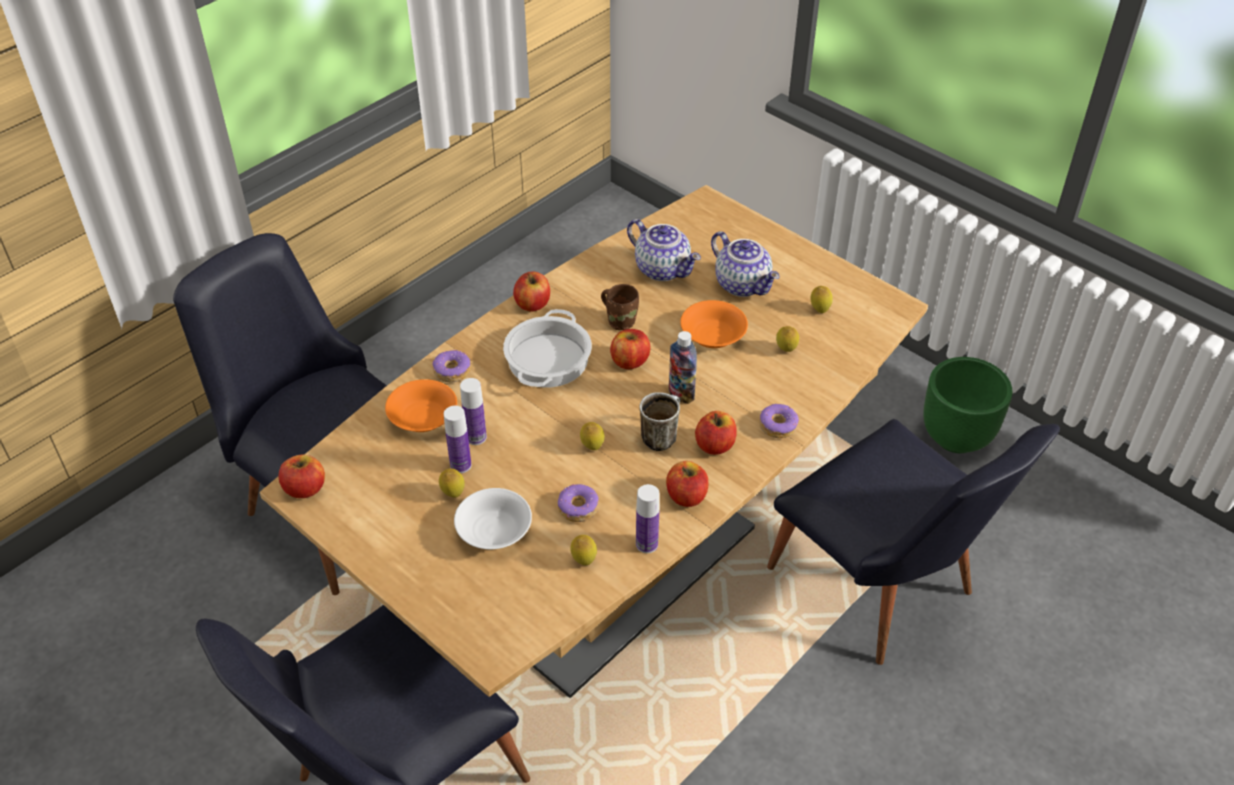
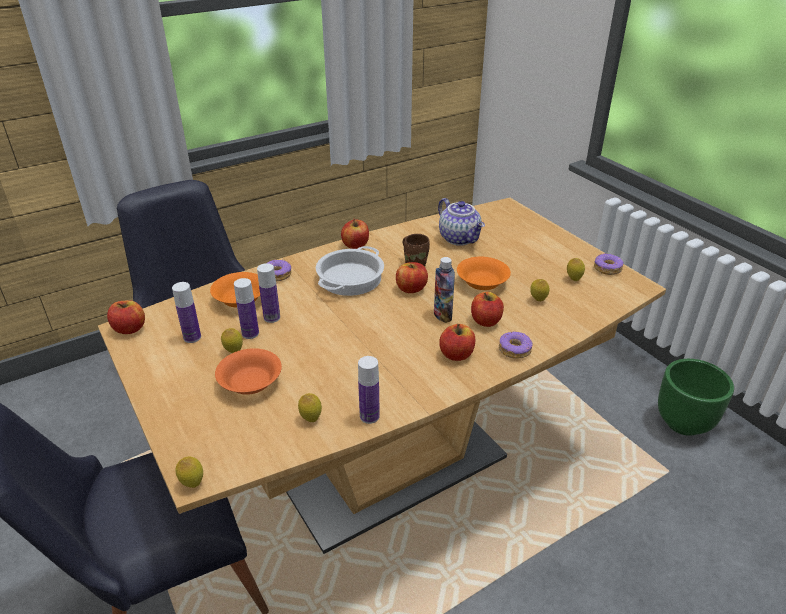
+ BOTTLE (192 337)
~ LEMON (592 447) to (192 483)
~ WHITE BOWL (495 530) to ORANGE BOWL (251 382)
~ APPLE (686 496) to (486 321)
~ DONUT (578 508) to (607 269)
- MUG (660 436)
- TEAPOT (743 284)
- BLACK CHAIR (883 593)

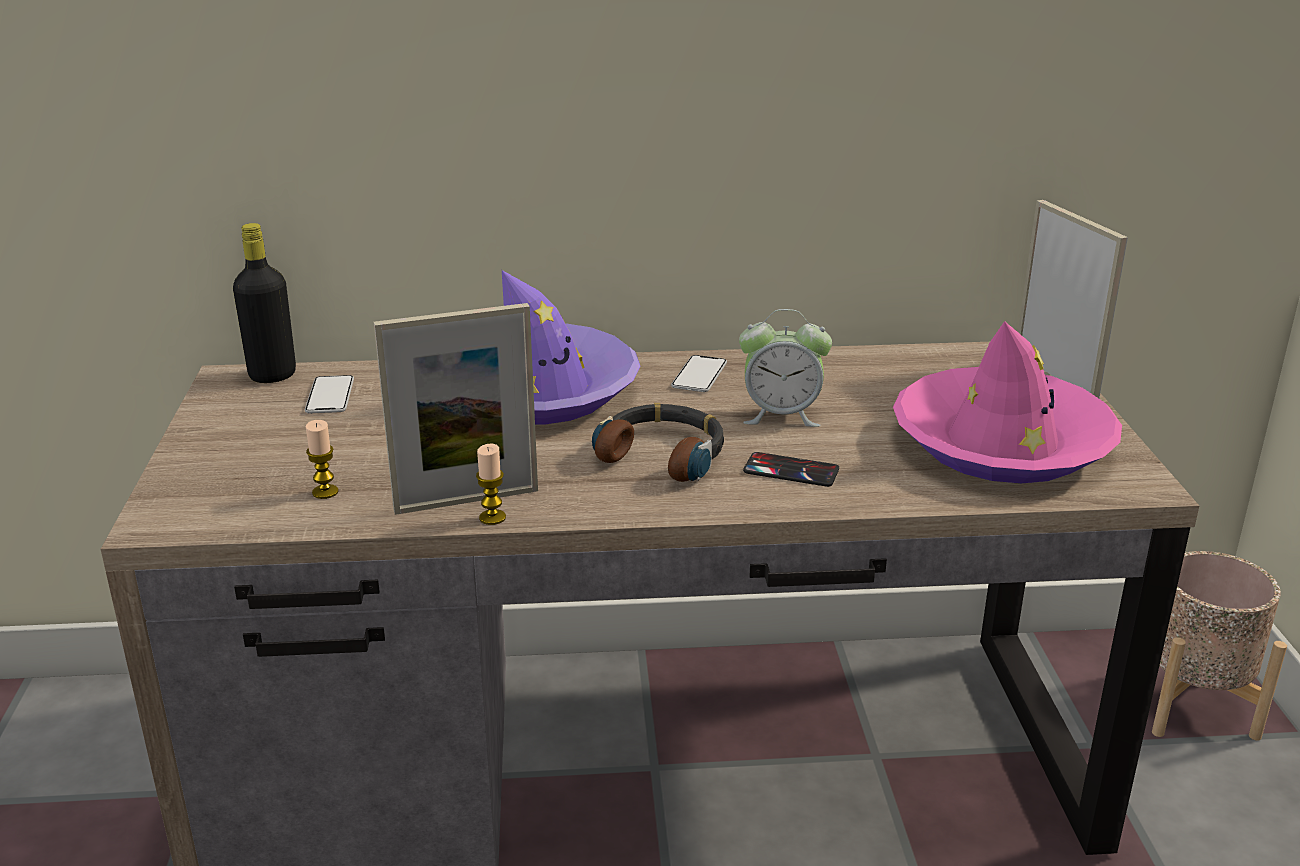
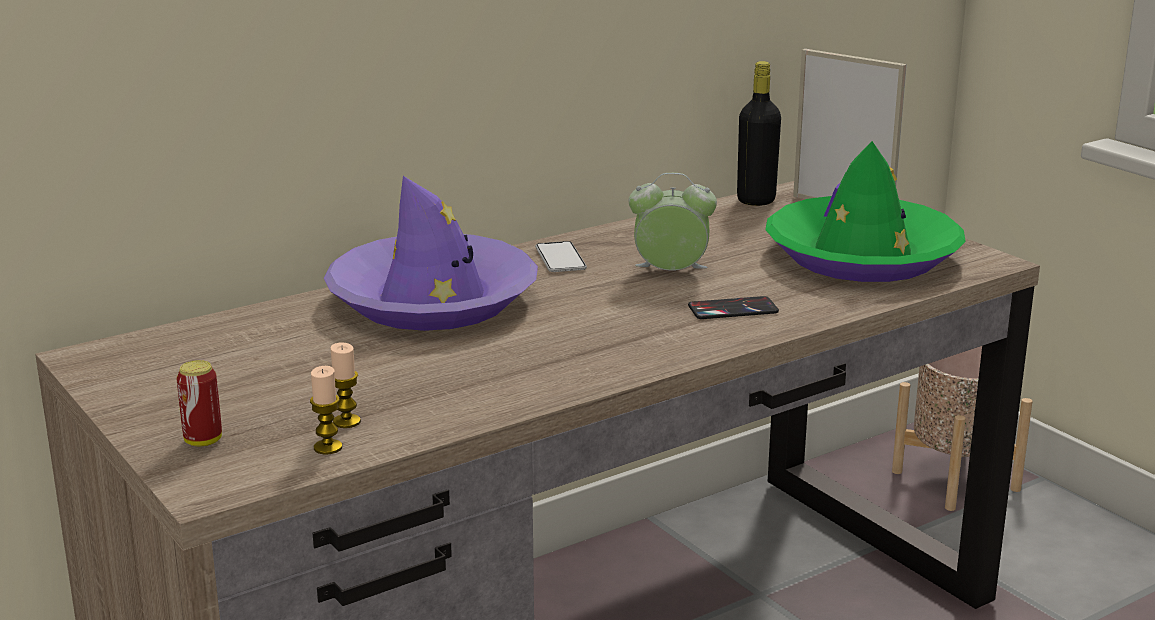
+ CAN (203 441)
~ CANDLE (492 518) to (328 447)
~ ALARM CLOCK (781 415) = (670 273) 150 degrees counterclockwise
~ BLACK BOTTLE (272 375) to (756 200)
~ PINK HAT (1001 444) to GREEN HAT (862 256)
- PHONE (330 396)
- PICTURE FRAME (466 500)
- HEADPHONES (663 454)

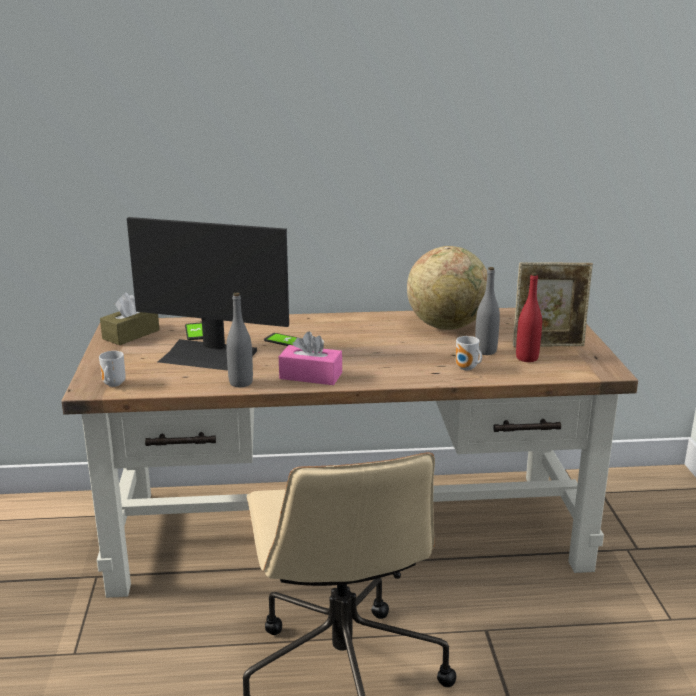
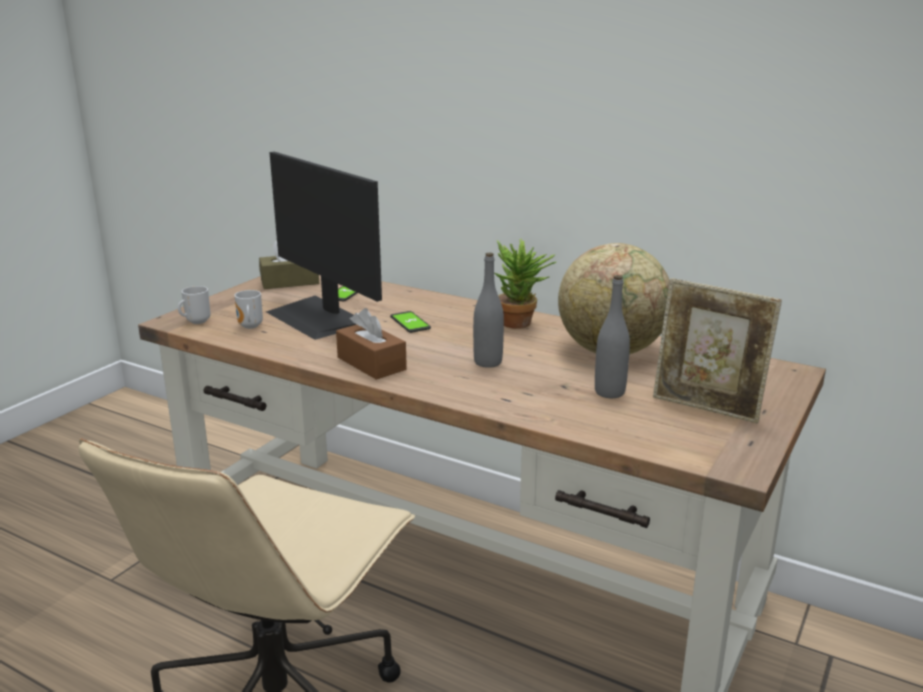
~ MUG (467 369) to (249 327)
~ PINK TISSUE BOX (310 376) to BROWN TISSUE BOX (371 363)
~ GREY BOTTLE (241 383) to (488 362)
+ POTTED PLANT (521 325)
- RED BOTTLE (527 358)

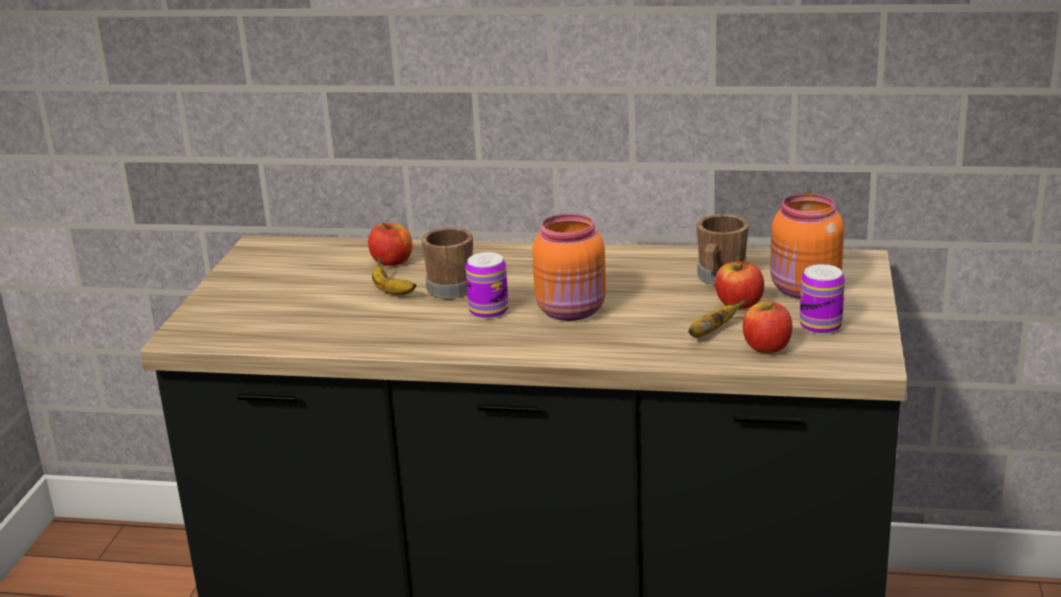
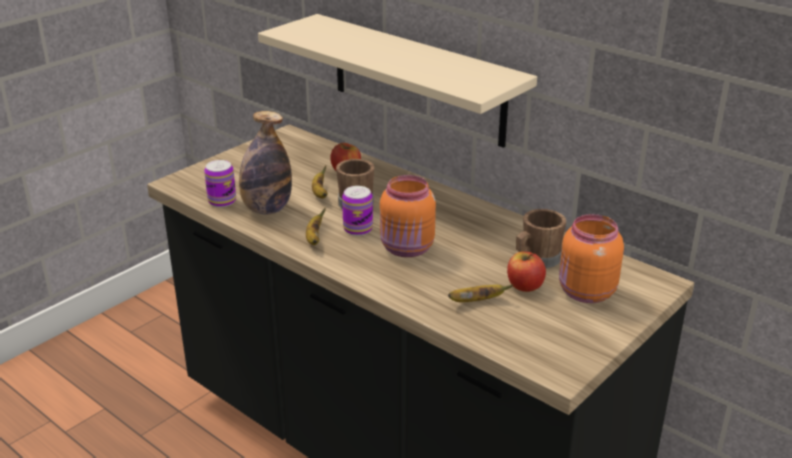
~ CAN (820 326) to (222 201)
+ BOTTLE (267 209)
+ BEIGE SHELF (417 80)
+ BANANA (314 238)
- APPLE (766 347)

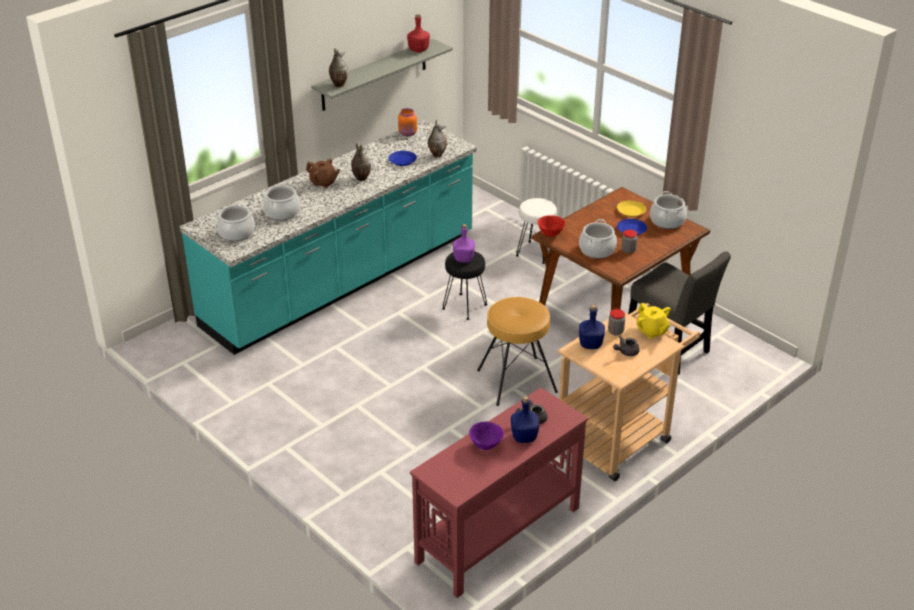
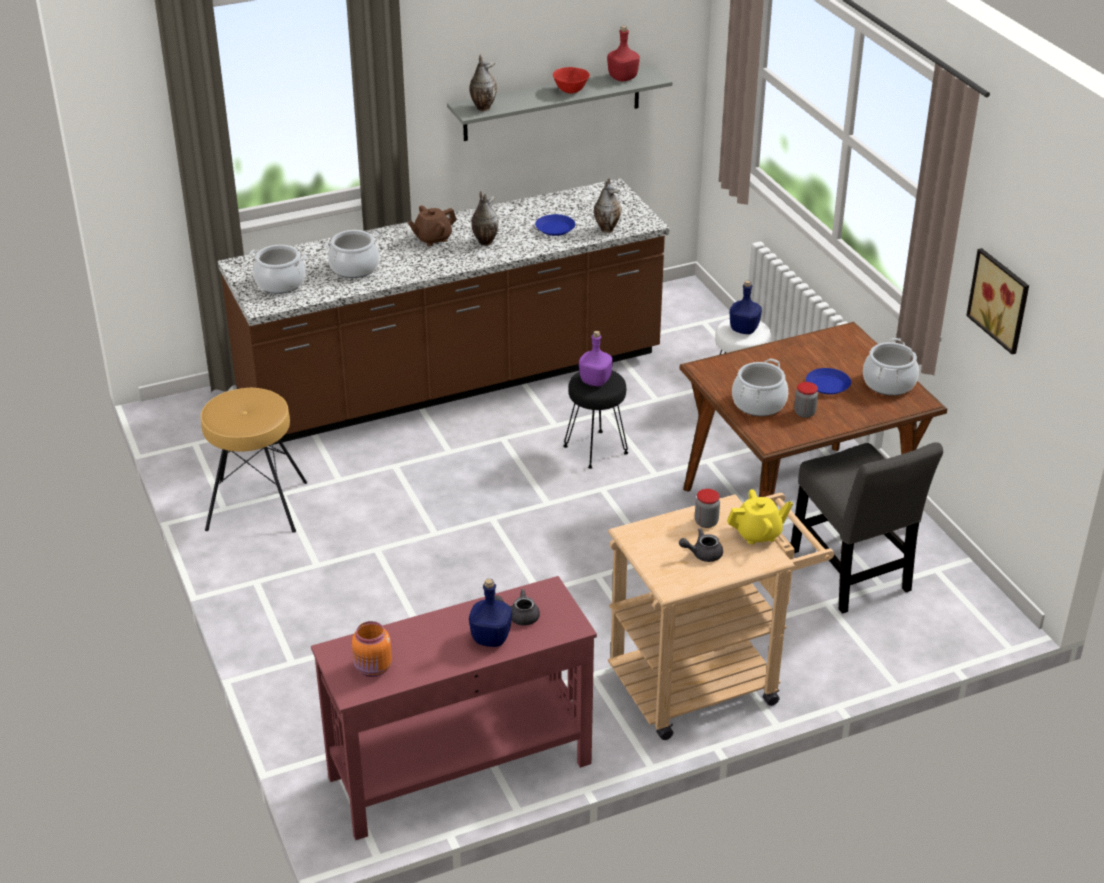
~ BROWN STOOL (516 380) to (256 505)
~ TURQUOISE COUNTER (342 281) to BROWN COUNTER (452 381)
~ ORANGE JAR (408 134) to (373 669)
~ BROWN TEAPOT (323 183) = (432 239) 105 degrees clockwise
~ RED BOWL (551 234) to (571 91)
~ YELLOW TEAPOT (652 331) = (758 534) 90 degrees counterclockwise
~ BLUE BOTTLE (590 344) to (744 329)
+ PICTURE (1001 299)
- PURPLE BOWL (486 446)
- YELLOW PLATE (630 211)

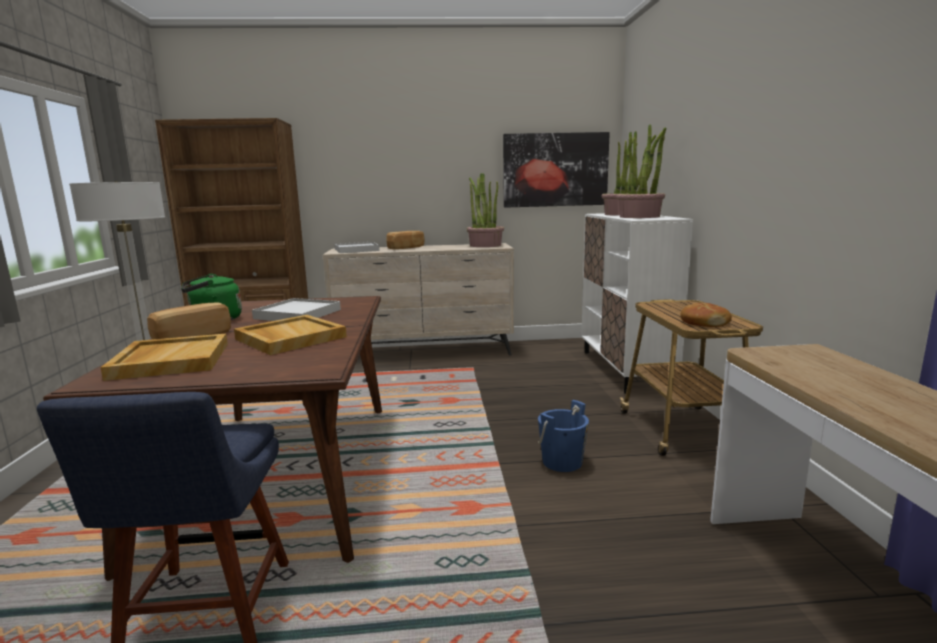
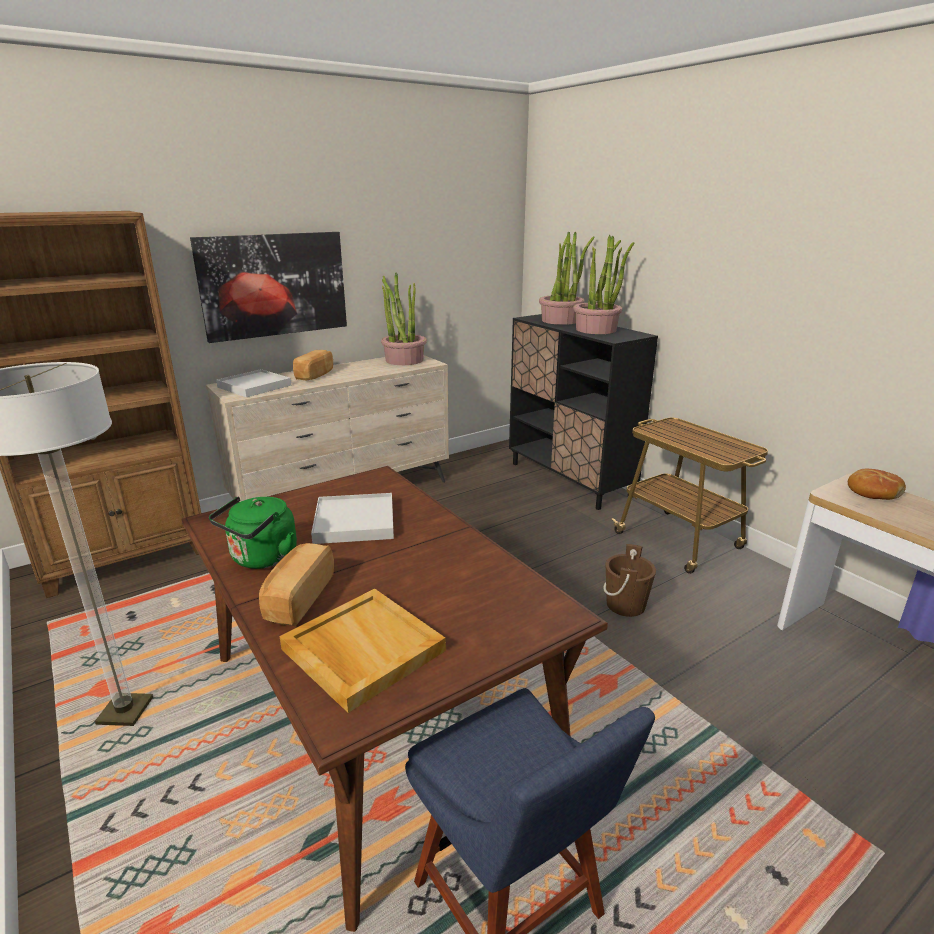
~ PICTURE (555 170) to (274 285)
~ WHITE CABINET (625 370) to BLACK CABINET (570 479)
~ BLUE BUCKET (562 462) to BROWN BUCKET (625 605)
~ BREAD (703 323) to (873 492)
- BEIGE TRAY (289 338)

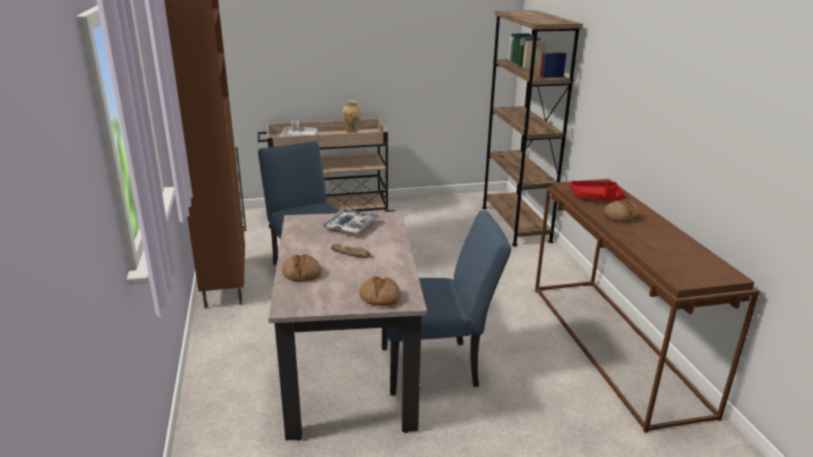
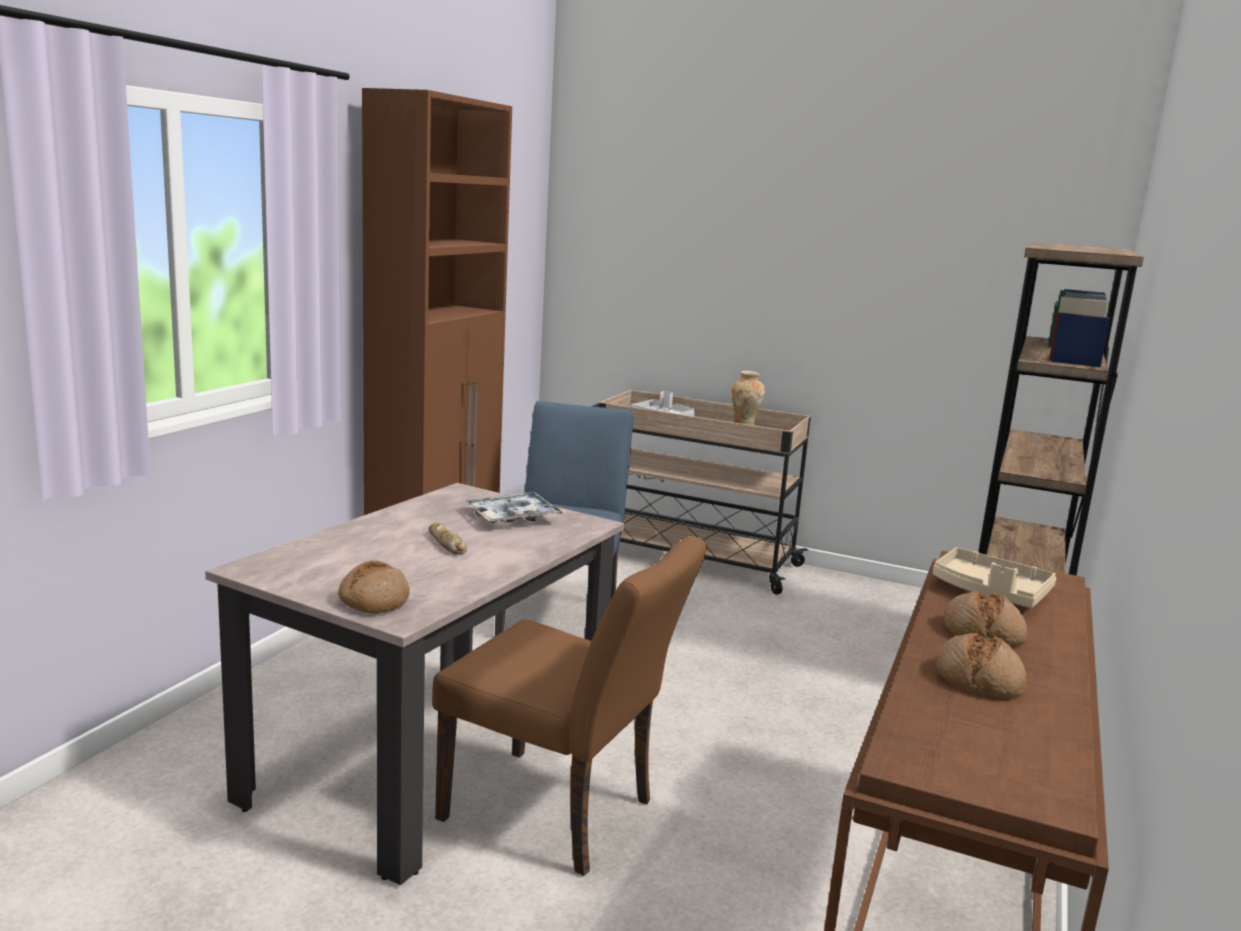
~ BLUE CHAIR (437 366) to BROWN CHAIR (561 815)
~ RED TRAY (596 197) to BEIGE TRAY (990 592)
~ BREAD (302 274) to (979 679)

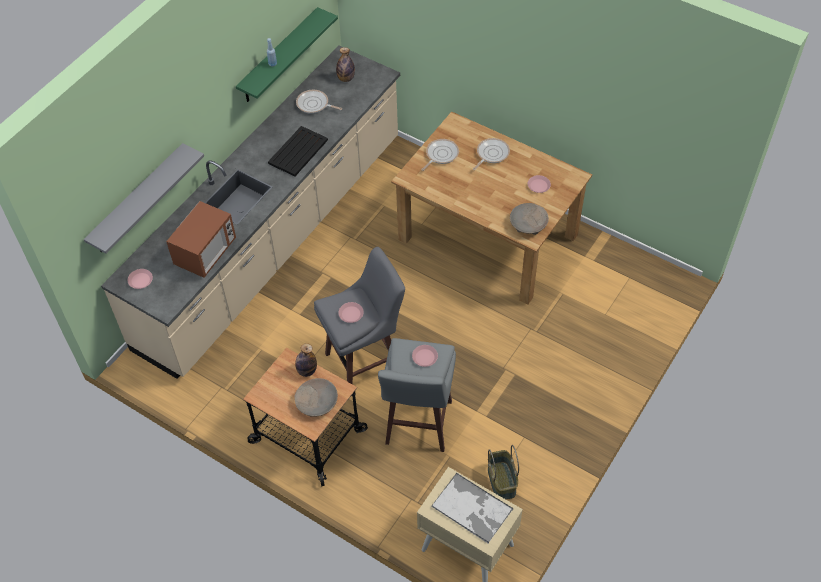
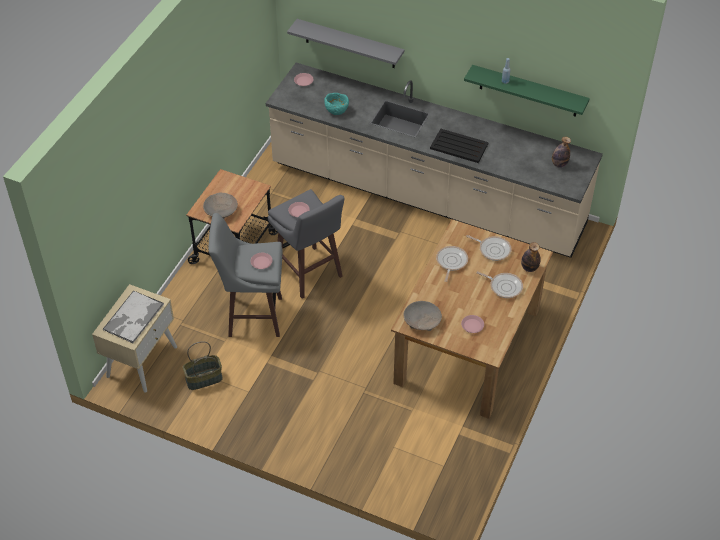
~ MICROWAVE (206 253) to TURQUOISE BOWL (336 111)
~ FRYING PAN (314 104) to (451 262)
~ BOTTLE (307 371) to (529 268)

